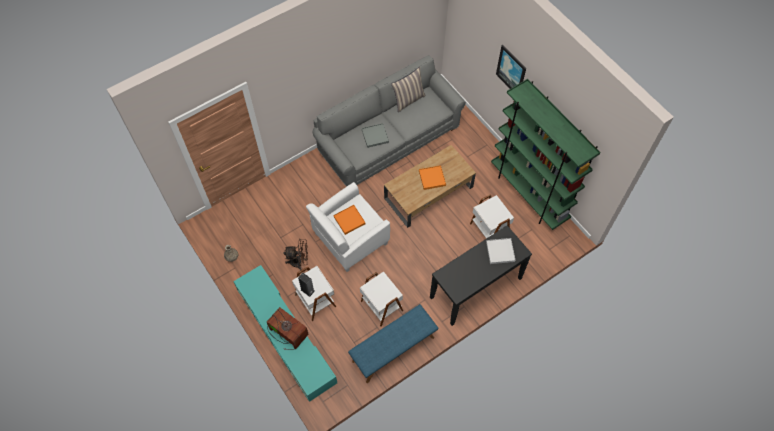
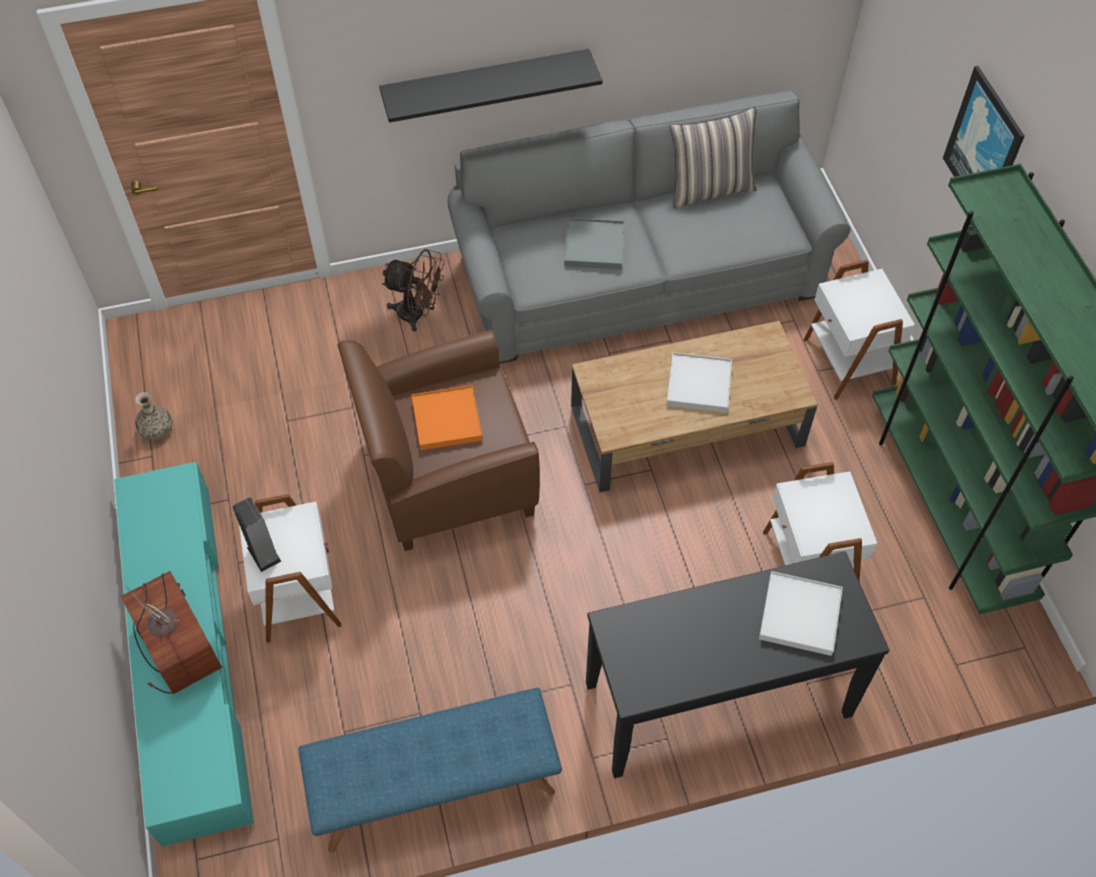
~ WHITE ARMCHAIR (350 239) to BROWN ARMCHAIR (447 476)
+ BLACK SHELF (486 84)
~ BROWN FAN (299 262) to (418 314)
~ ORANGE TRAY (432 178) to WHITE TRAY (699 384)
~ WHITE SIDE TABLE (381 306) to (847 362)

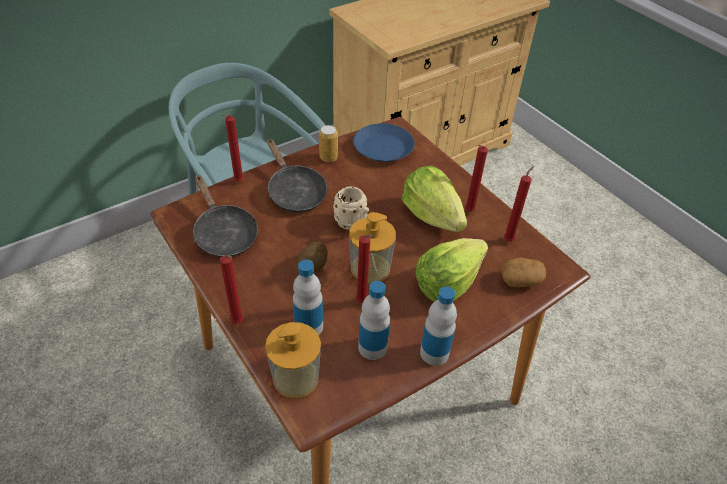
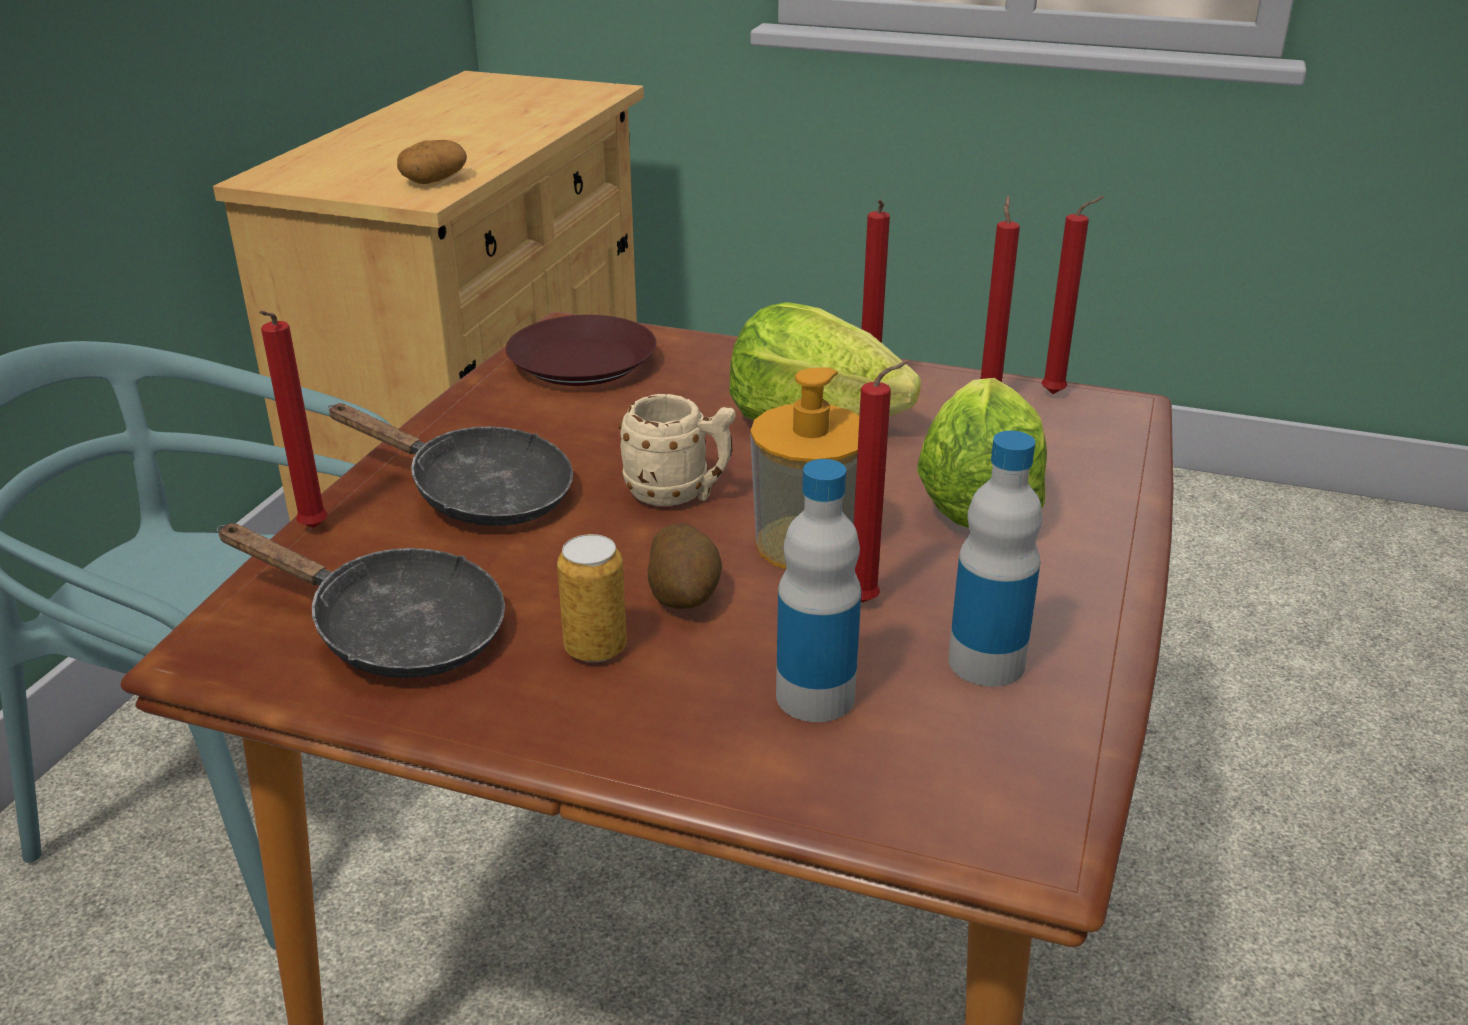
~ POTATO (521 280) to (434 180)
~ BLUE PLATE (384 148) to BROWN PLATE (584 362)
~ CAN (328 158) to (595 648)
~ RED CANDLE (238 323) to (1057 394)
- SOAP DISPENSER (295 378)
- BOTTLE (434 353)

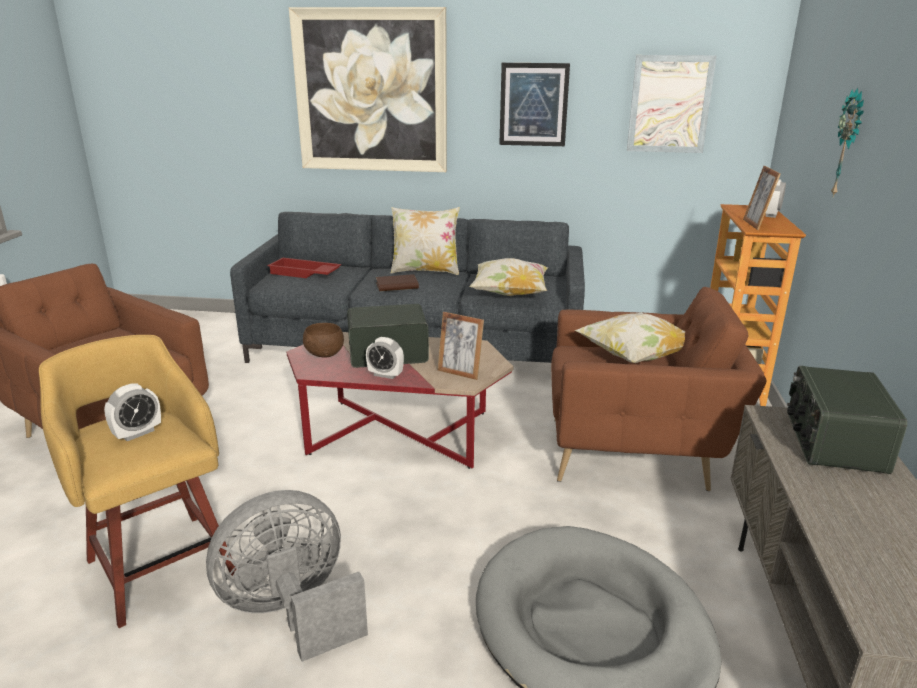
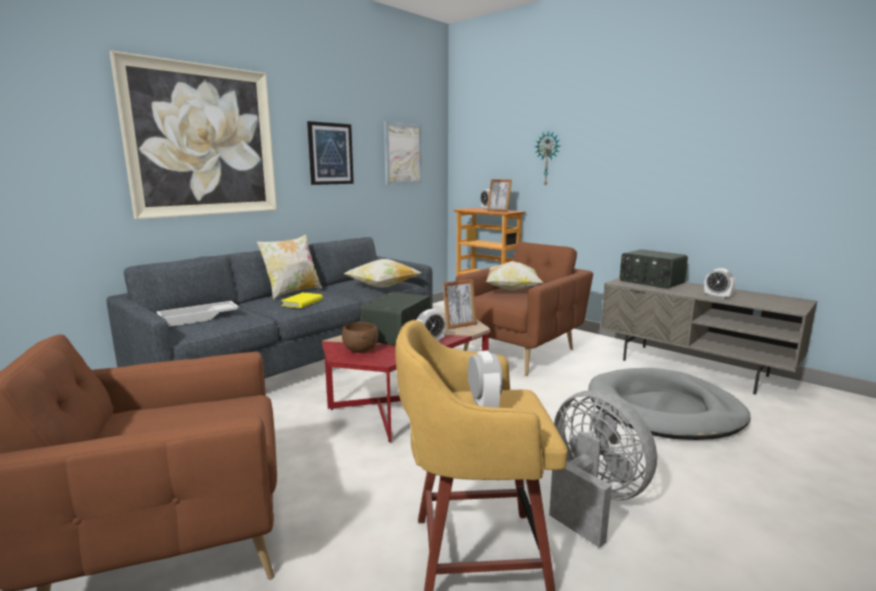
~ RED TRAY (304 273) to WHITE TRAY (198 318)
~ BROWN BOOK (397 286) to YELLOW BOOK (302 302)
~ GREY FAN (292 612) = (592 499) 135 degrees clockwise
+ ALARM CLOCK (717 297)

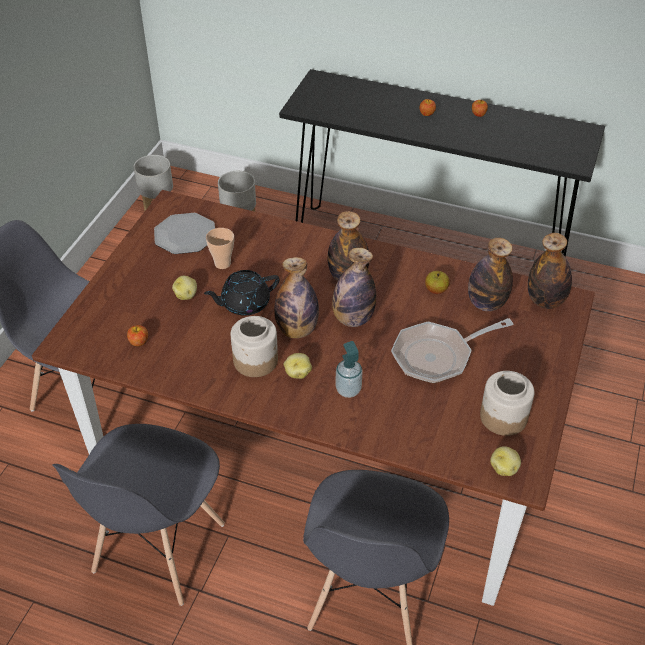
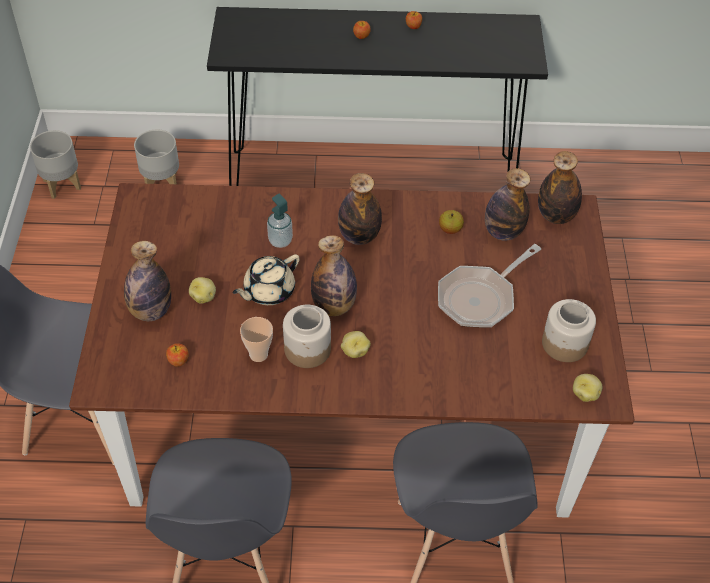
~ BOTTLE (352 319) to (150 311)
~ BLACK TEAPOT (244 303) to BEIGE TEAPOT (268 291)
~ CUP (222 263) to (258 354)
~ SOAP DISPENSER (348 390) to (280 241)
- PLATE (185 235)

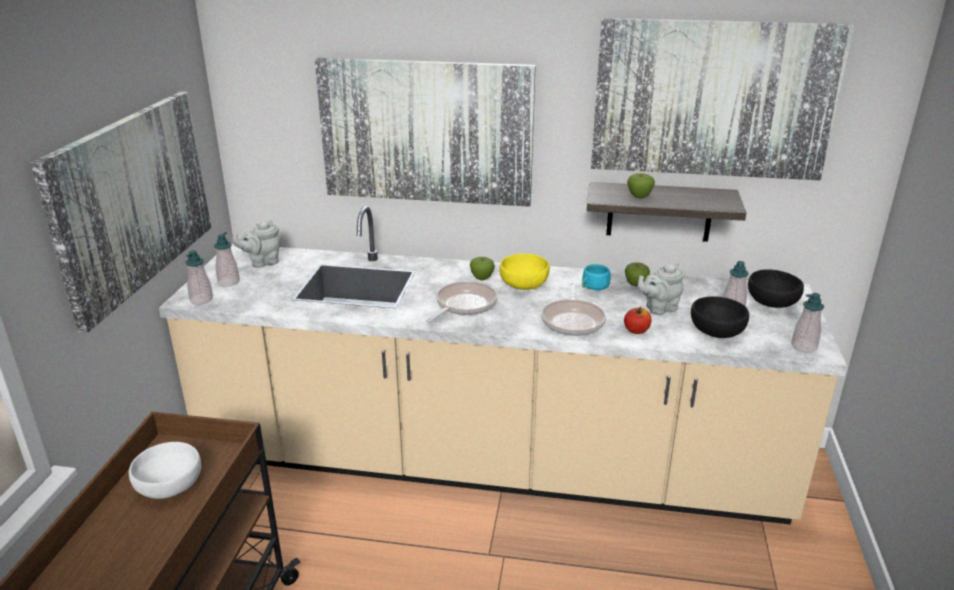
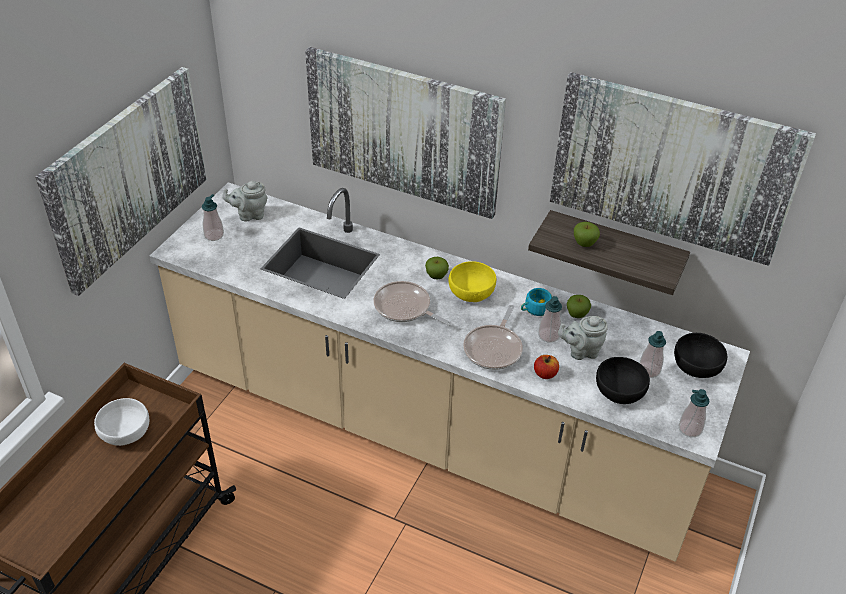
~ FRYING PAN (463 305) = (405 308) 105 degrees counterclockwise
~ SOAP DISPENSER (201 300) to (548 335)

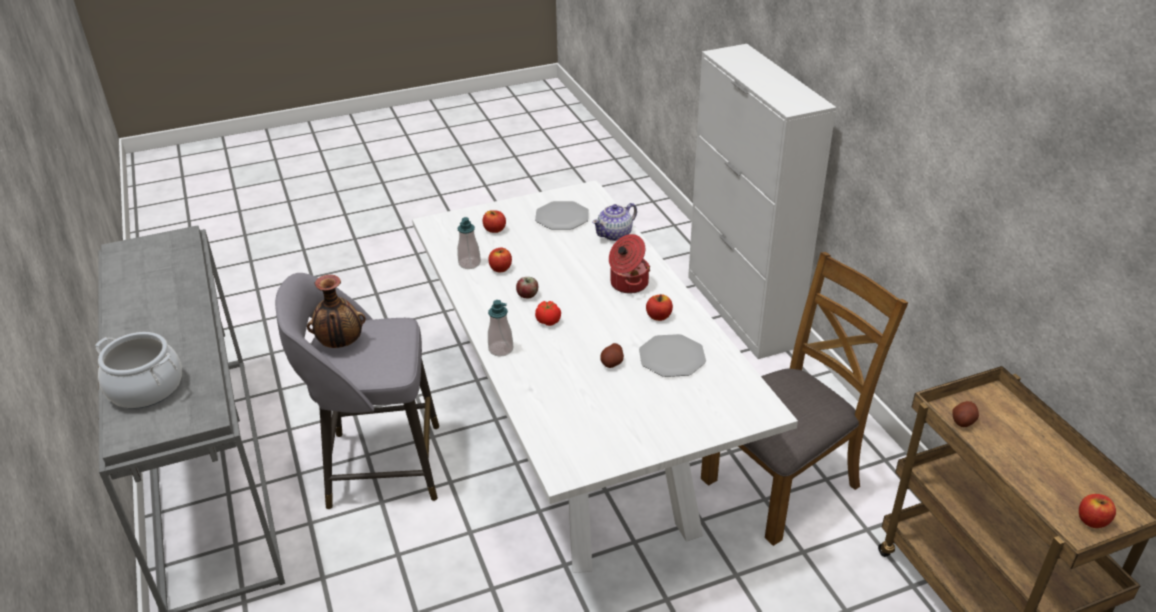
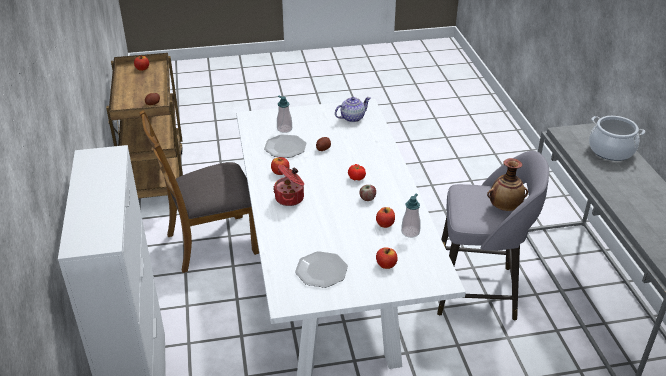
~ SOAP DISPENSER (501 349) to (284 129)
~ TEAPOT (615 234) to (352 118)

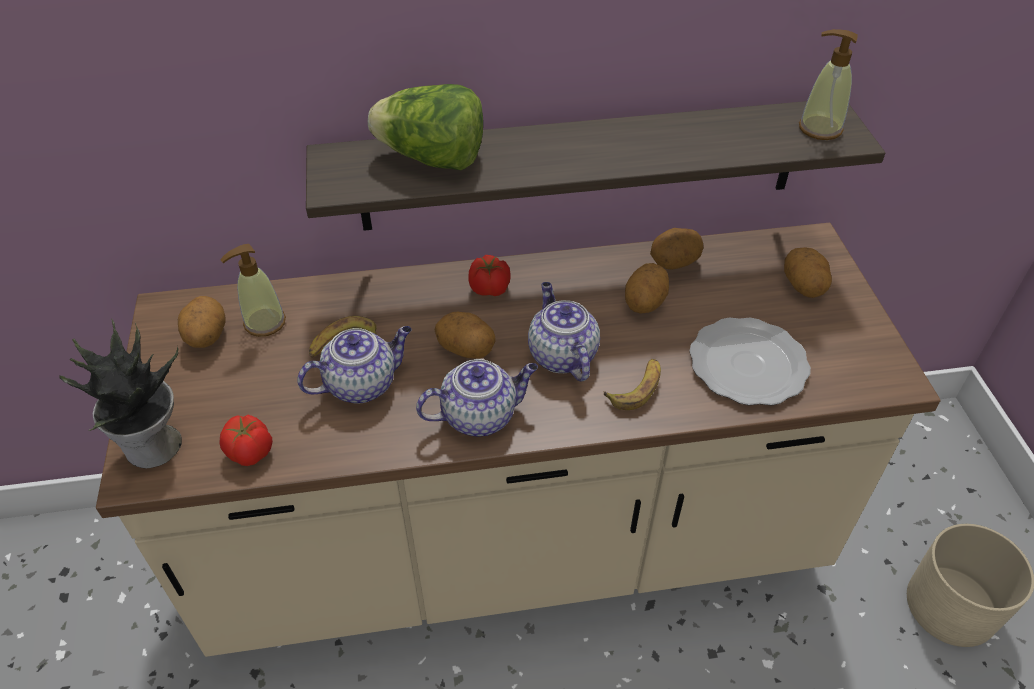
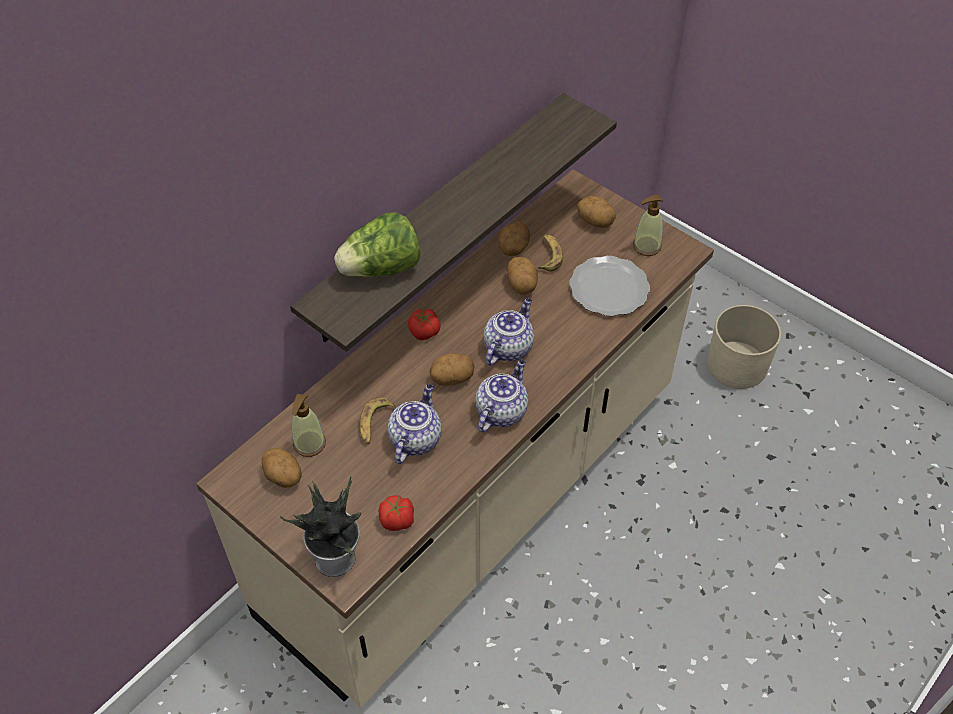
~ TEAPOT (561 355) = (508 347) 90 degrees clockwise
~ BANANA (636 388) to (548 255)
~ SOAP DISPENSER (819 128) to (646 246)

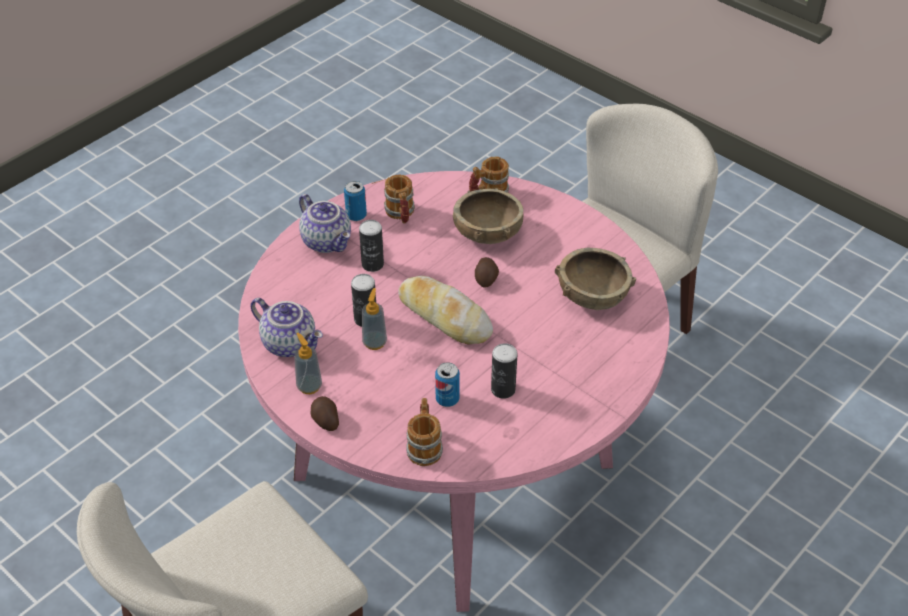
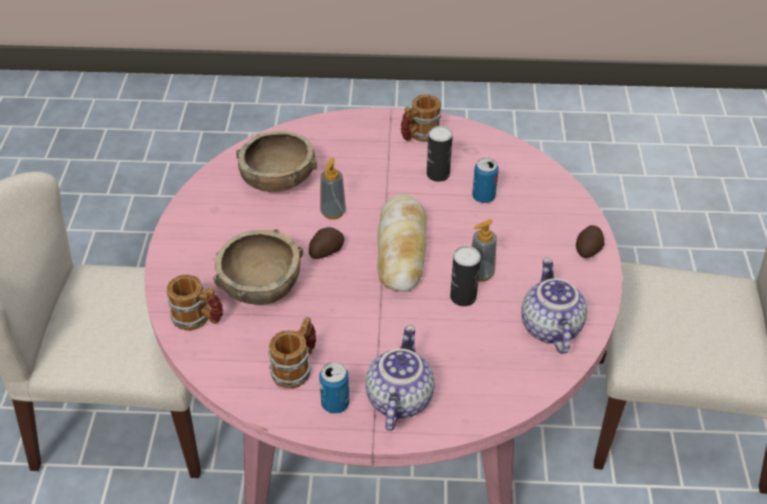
~ SOAP DISPENSER (309 386) to (333 212)
~ MUG (424 446) to (419 135)
- CAN (372 264)

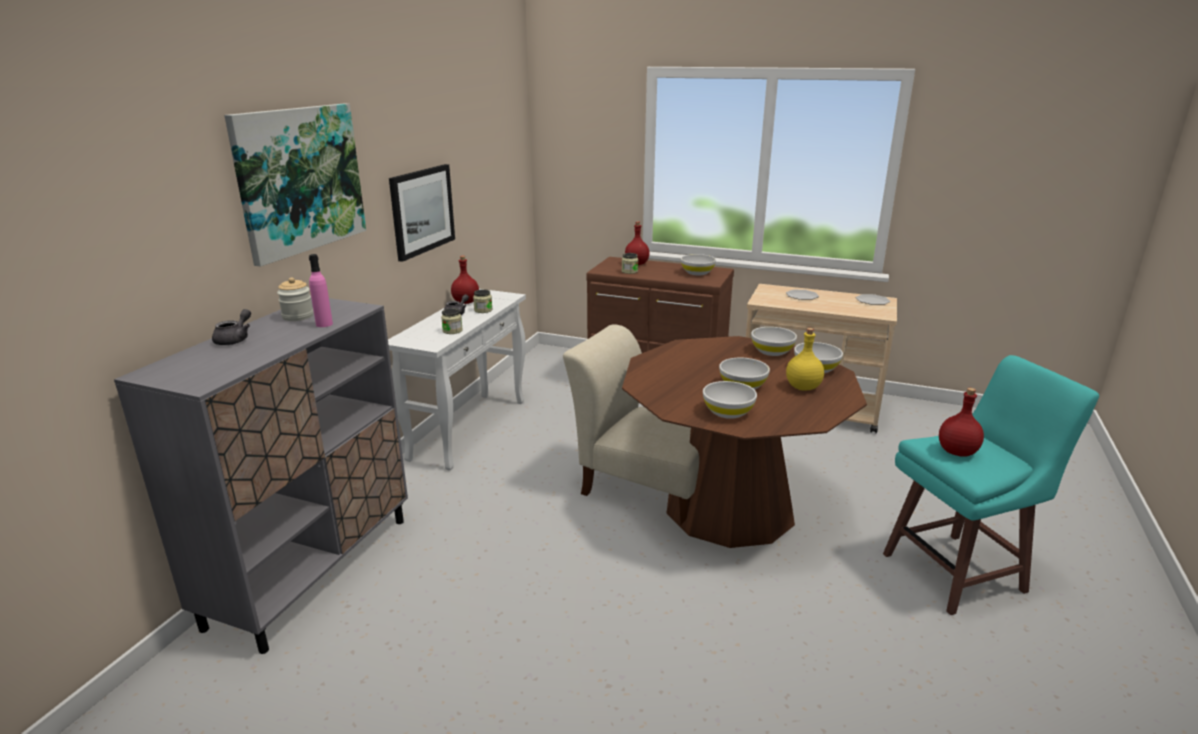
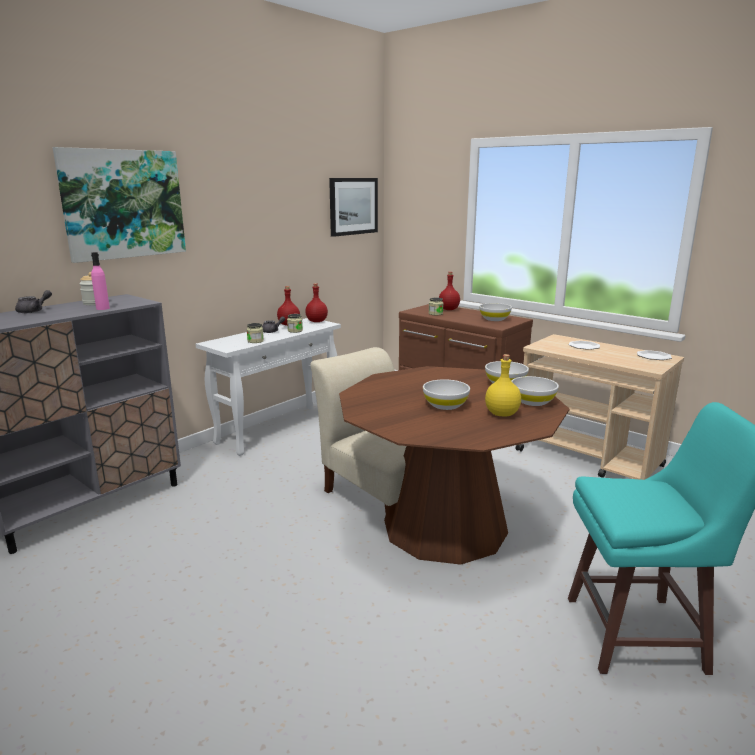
~ RED BOTTLE (956 452) to (316 321)
~ PICTURE (422 210) to (353 206)
- WHITE BOWL (727 412)

